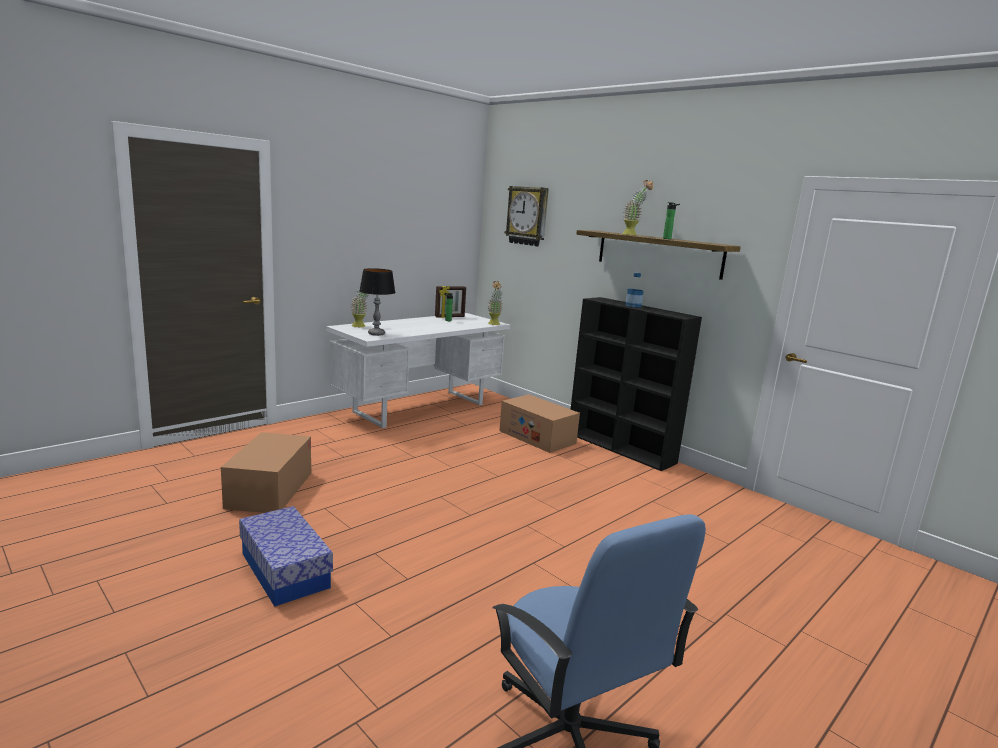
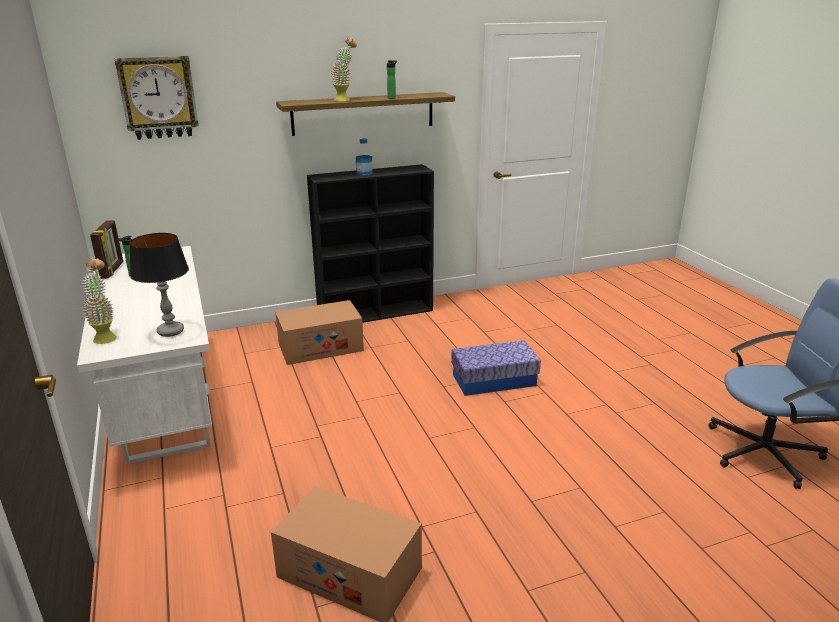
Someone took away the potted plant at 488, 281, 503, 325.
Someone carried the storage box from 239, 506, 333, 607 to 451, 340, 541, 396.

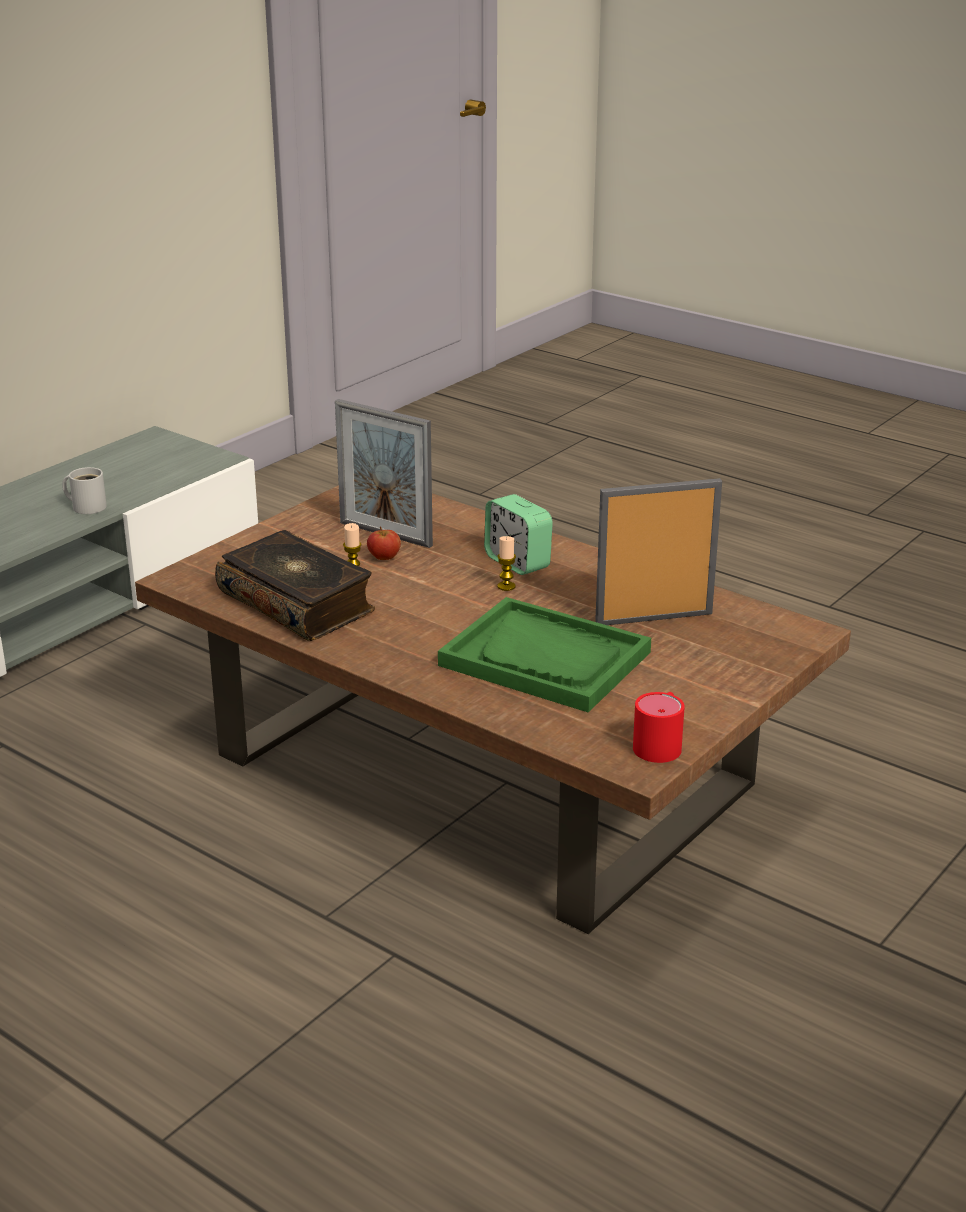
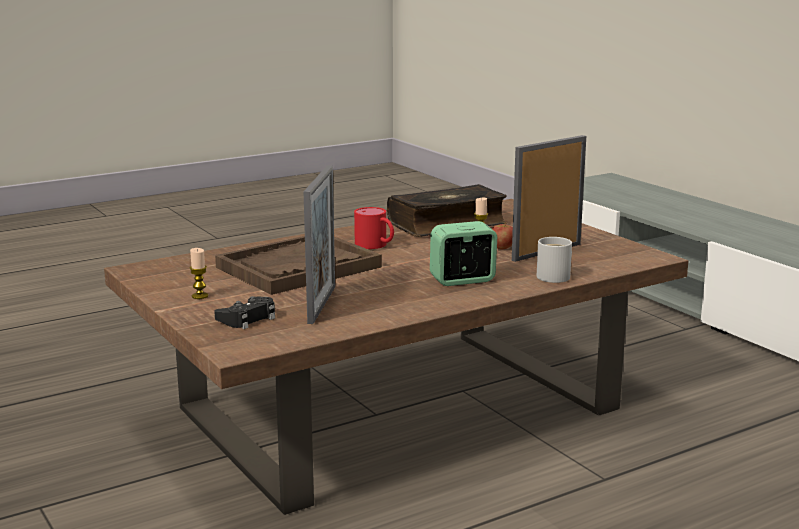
Someone put down the game controller in black at 214, 296, 275, 329.
Someone carried the mug in white from 62, 467, 107, 514 to 537, 237, 572, 283.
Someone carried the candle from 497, 536, 516, 591 to 190, 248, 208, 299.
Someone carried the mug in red from 633, 692, 685, 763 to 354, 207, 394, 249.
Someone repainted the tray in green at 438, 597, 651, 712, which became the tray in brown at 215, 236, 382, 295.

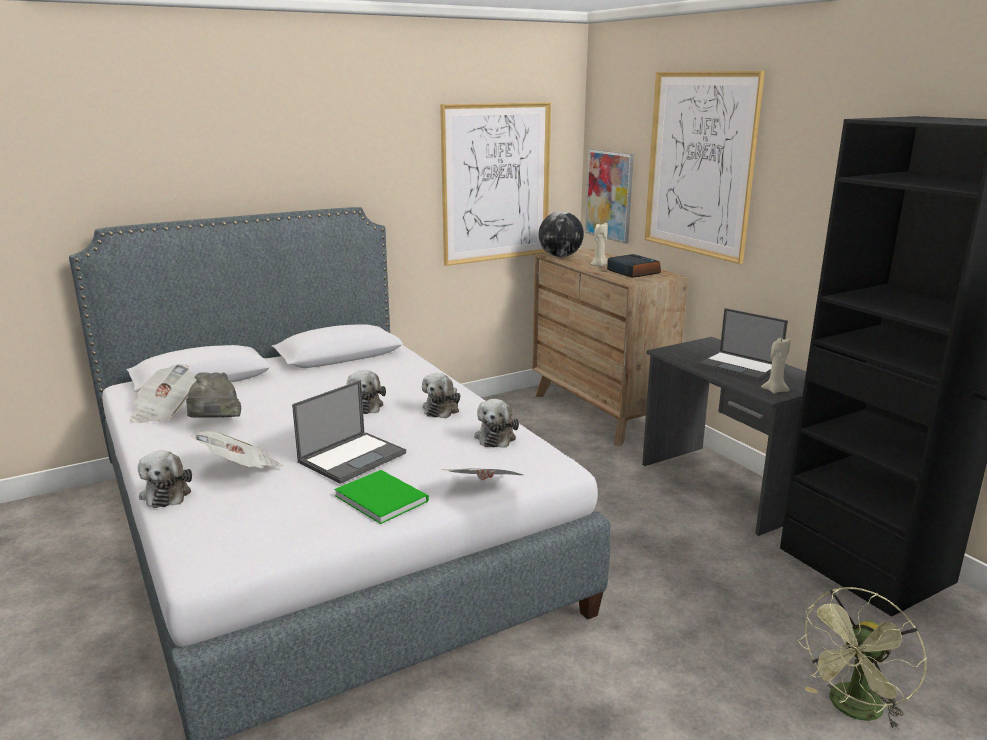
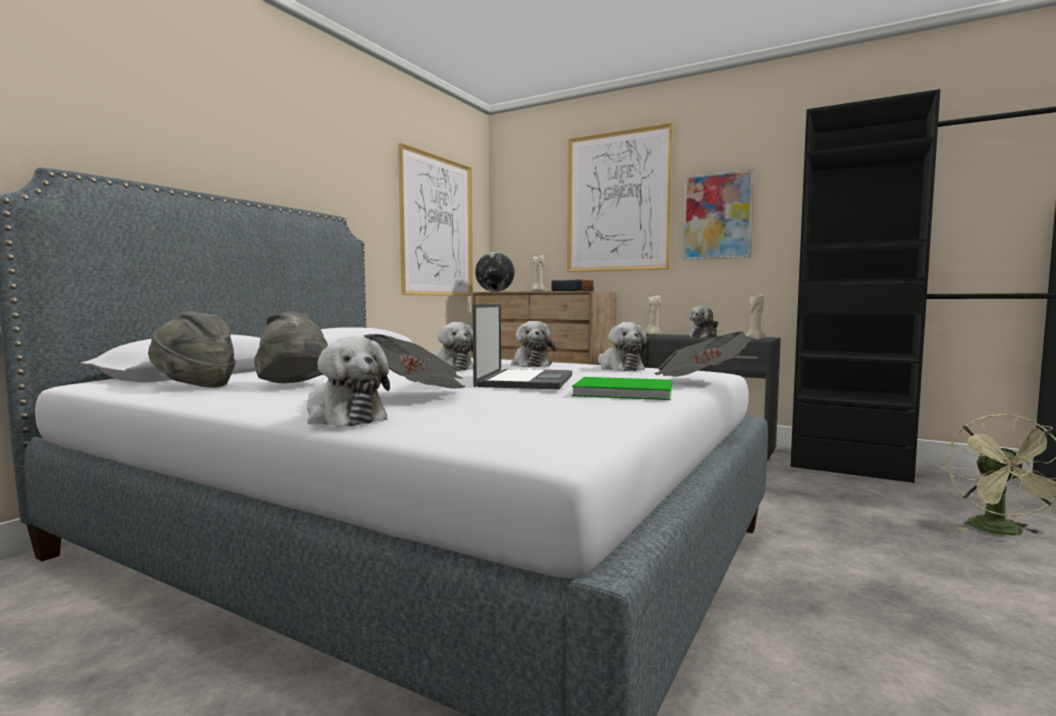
Someone put down the candle in beige at 645, 295, 661, 335.
Someone carried the picture from 585, 149, 634, 244 to 683, 169, 754, 260.
Someone swapped the newspaper at 130, 364, 196, 423 for the hat in grey at 148, 311, 236, 388.
Someone swapped the laptop at 696, 308, 788, 382 for the plush toy at 689, 306, 718, 338.

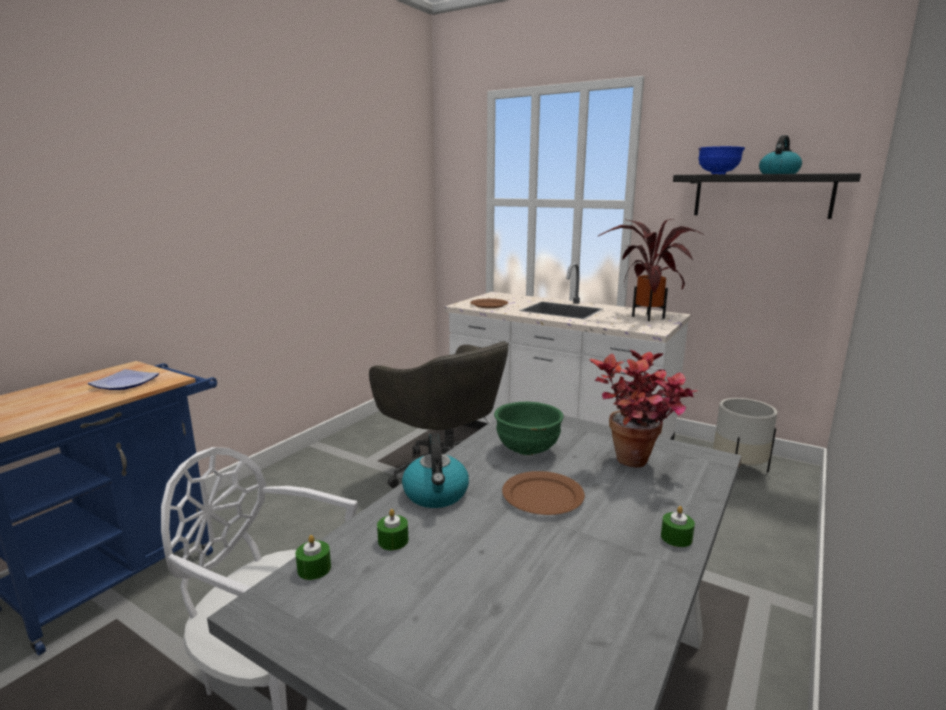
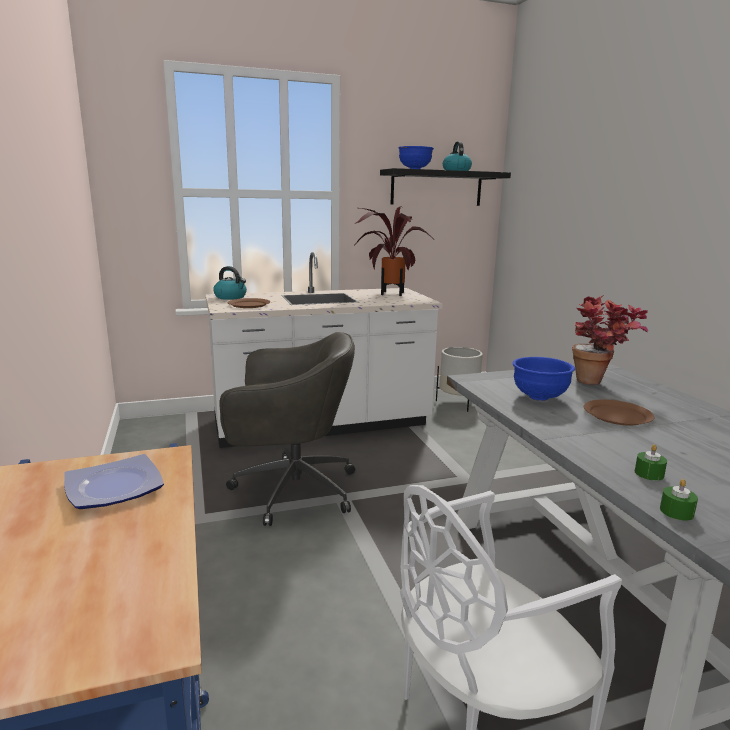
Someone took away the candle in green at 661, 506, 695, 547.
Someone carried the kettle from 402, 433, 469, 508 to 213, 266, 247, 300.
Someone repainted the bowl in green at 494, 402, 563, 455, which became the bowl in blue at 513, 357, 575, 401.

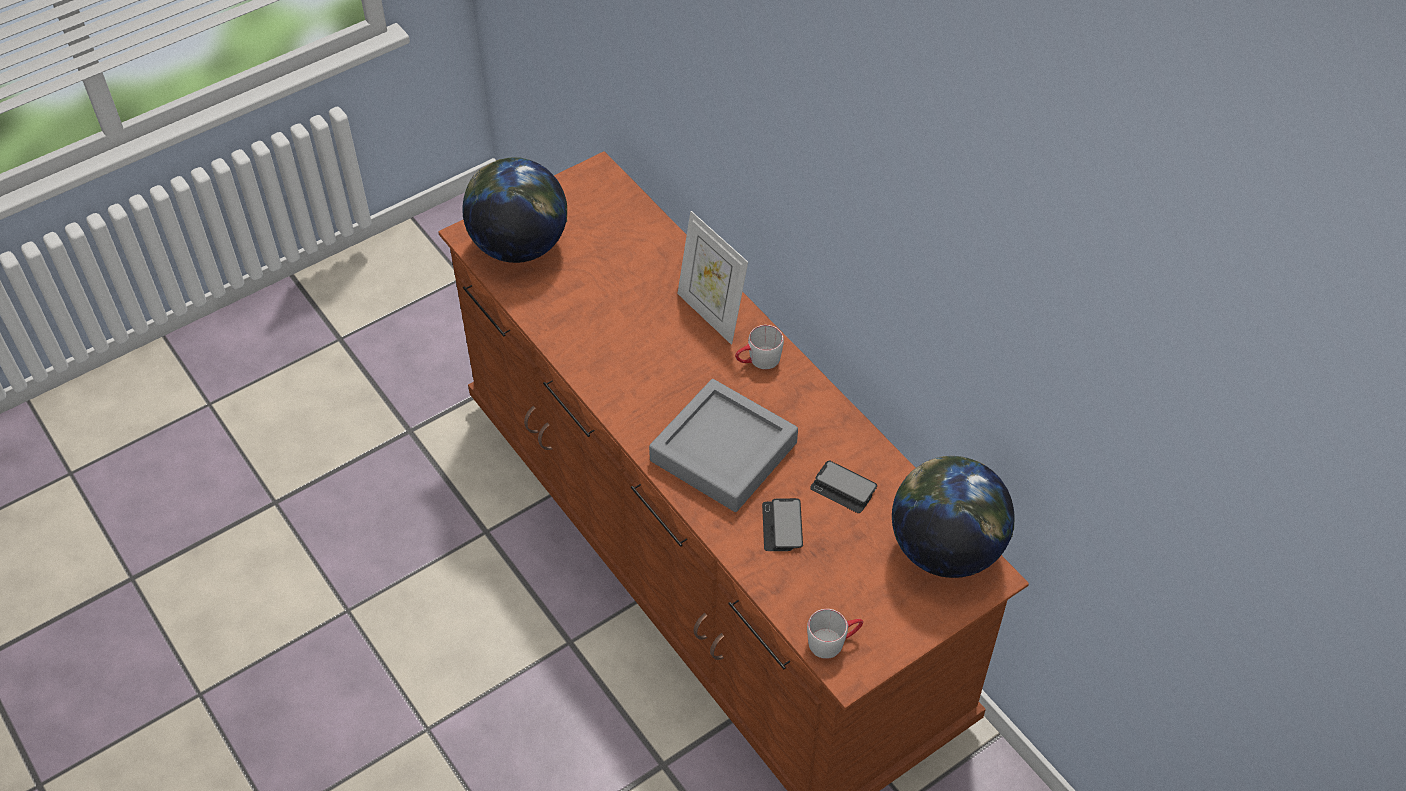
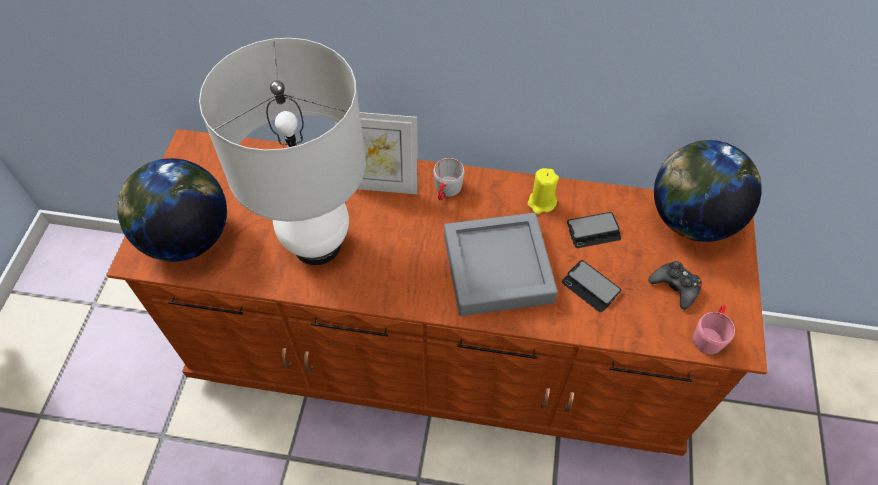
Someone put down the table lamp in white at 199, 38, 366, 265.
Someone put down the candle in yellow at 527, 168, 559, 214.
Someone put down the game controller in black at 648, 261, 702, 310.
Someone repainted the mug in grey at 807, 609, 863, 659, which became the mug in pink at 693, 305, 735, 354.

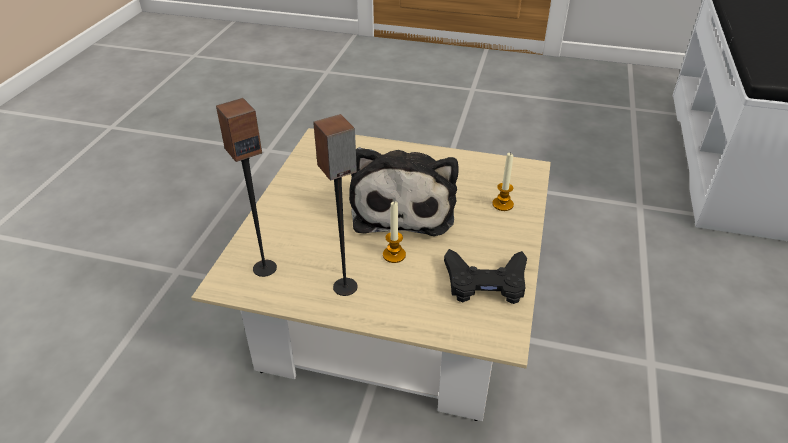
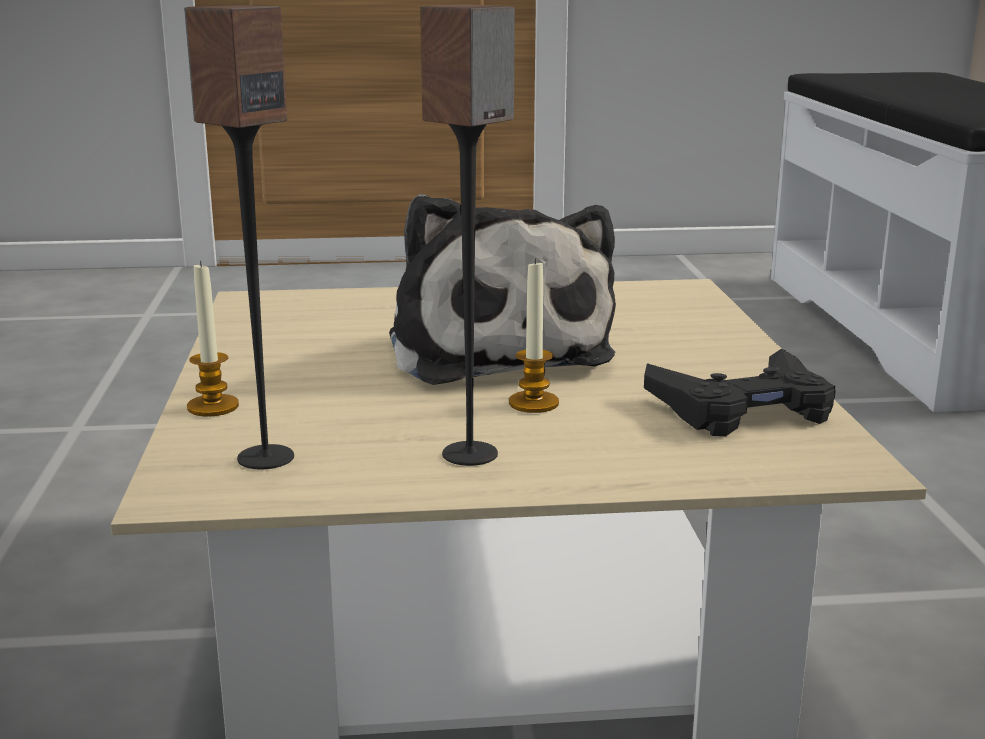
Someone carried the candle from 492, 152, 514, 211 to 187, 261, 239, 416.

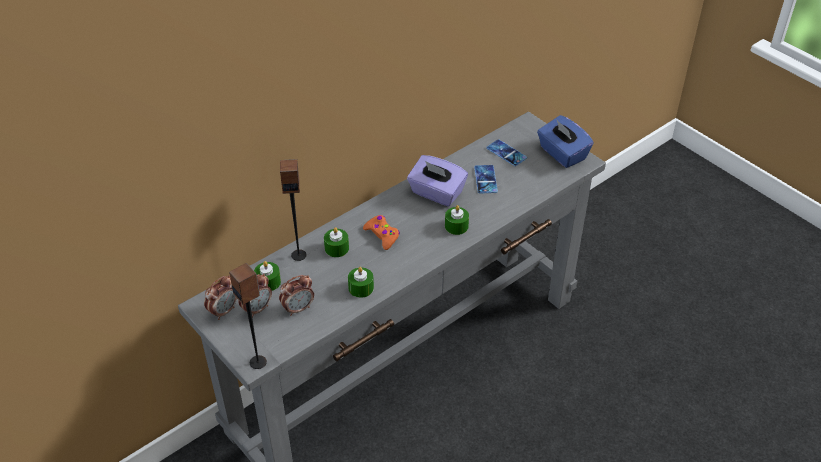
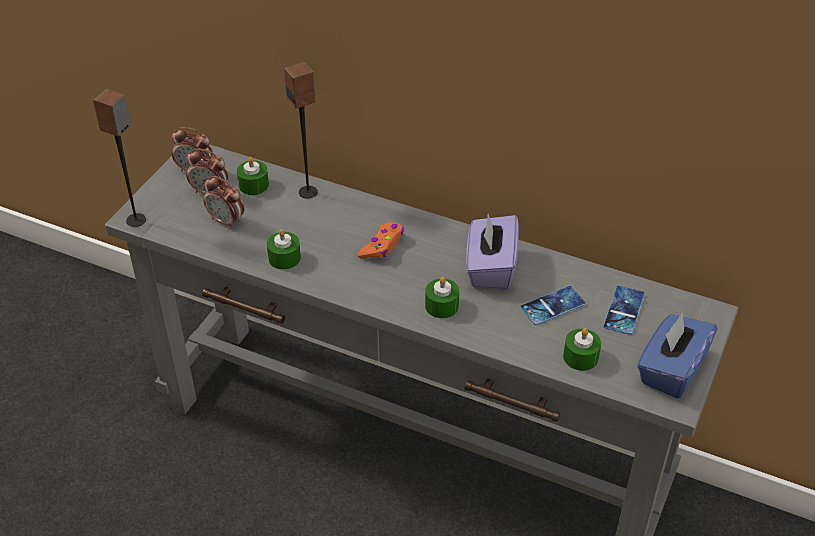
Someone carried the candle in green from 324, 227, 349, 257 to 563, 328, 601, 371.

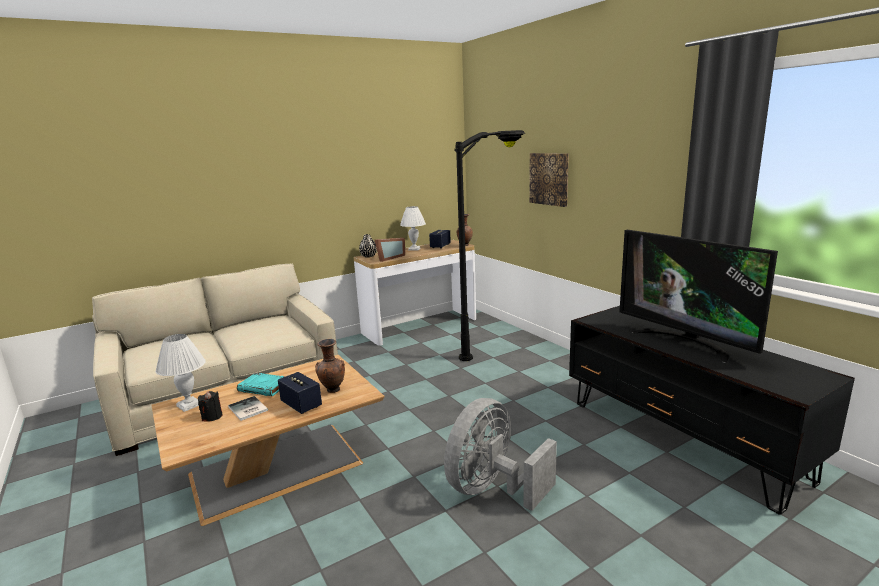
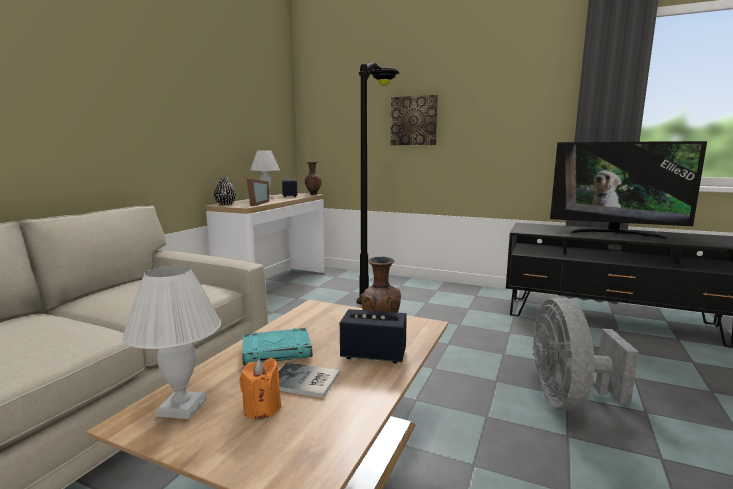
Someone repainted the candle in black at 198, 391, 223, 422, which became the candle in orange at 239, 358, 281, 420.

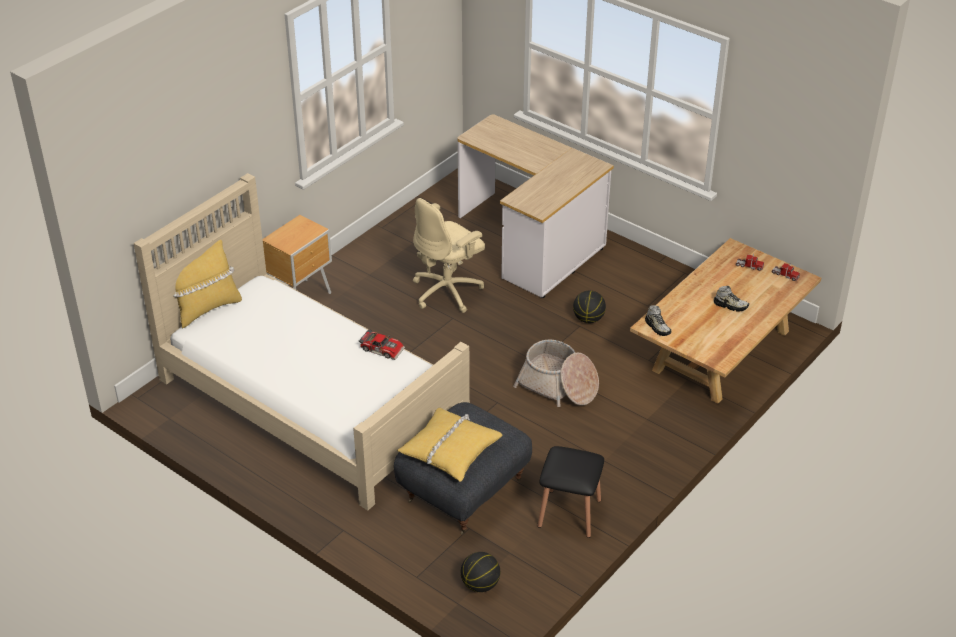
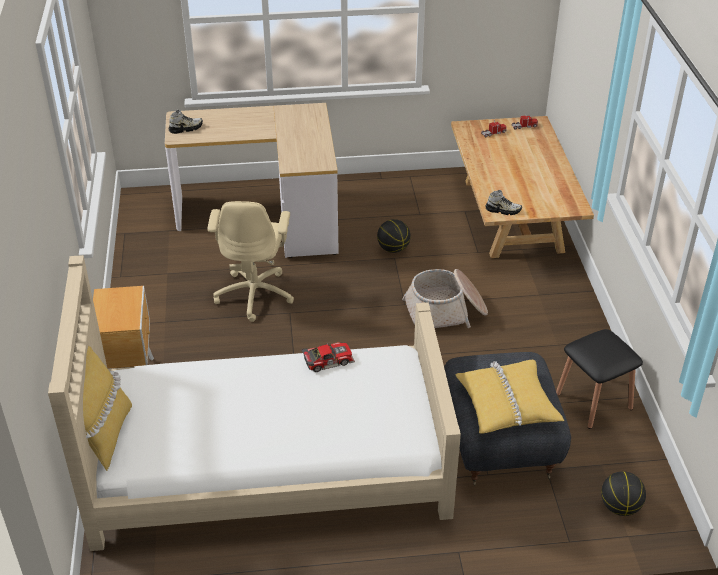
Someone carried the shoe from 714, 286, 749, 312 to 169, 110, 203, 134.

